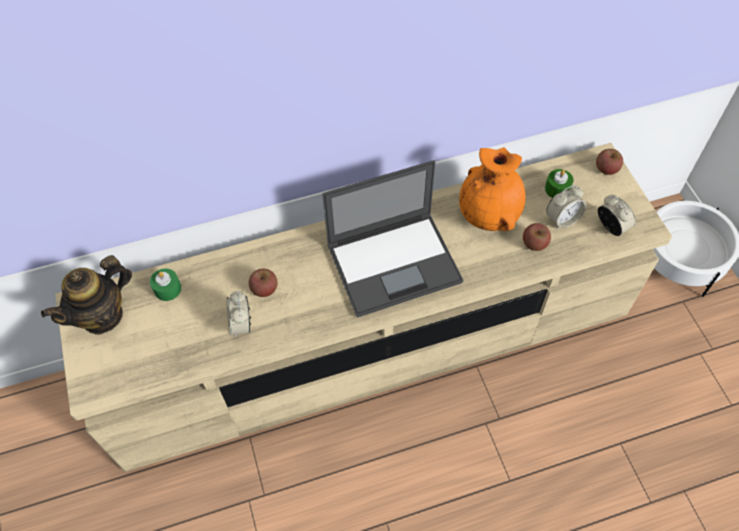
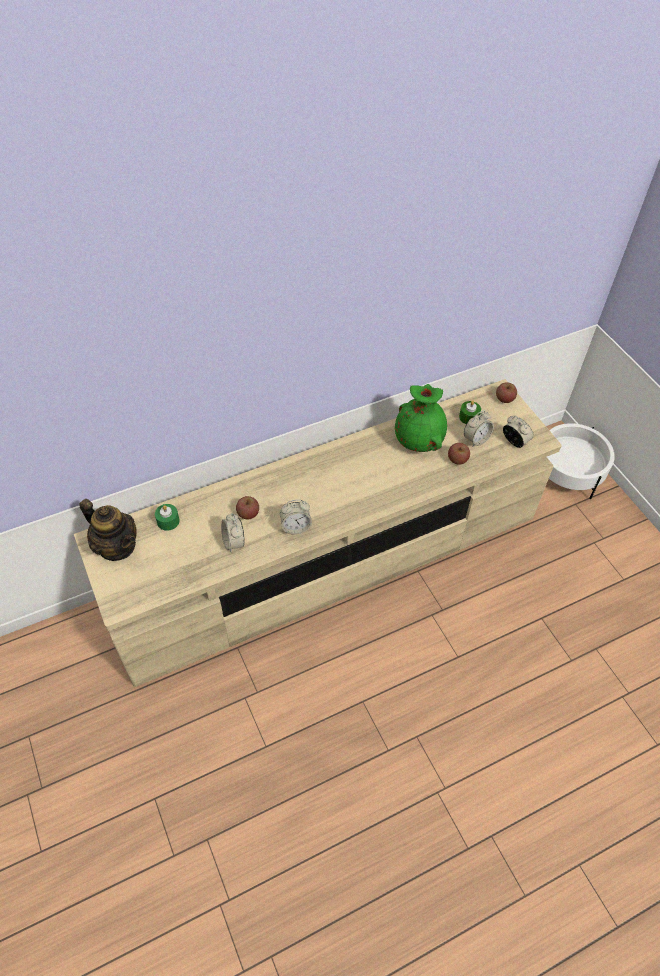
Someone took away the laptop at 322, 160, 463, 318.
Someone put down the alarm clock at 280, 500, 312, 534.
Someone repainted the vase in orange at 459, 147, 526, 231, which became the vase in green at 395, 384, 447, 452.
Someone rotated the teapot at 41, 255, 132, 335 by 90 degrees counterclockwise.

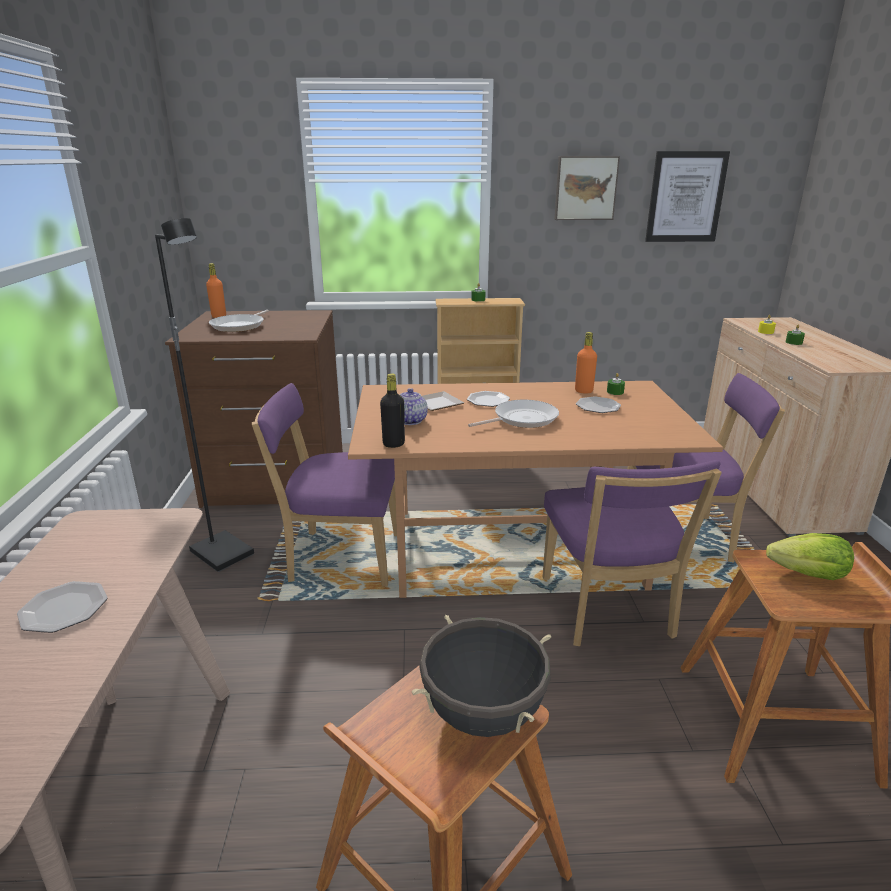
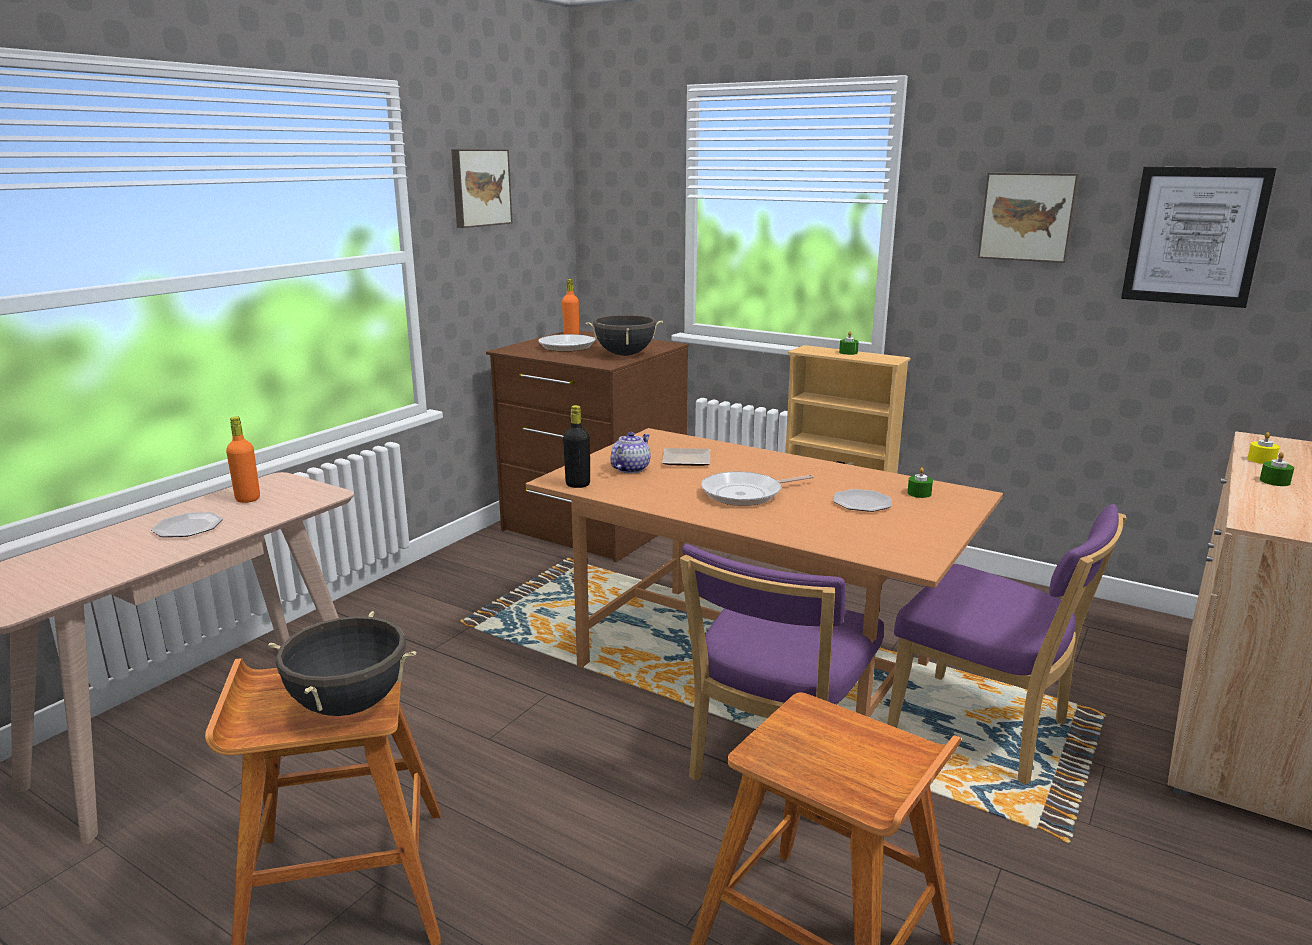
Someone took away the floor lamp in black at 155, 218, 254, 572.
Someone took away the chair in purple at 252, 383, 397, 587.
Someone took away the plate at 467, 391, 510, 407.
Someone took away the lettuce at 766, 533, 854, 580.
Someone put up the picture at 451, 149, 513, 228.
Someone put down the cooking pot in black at 586, 315, 663, 356.
Someone carried the bottle in orange from 575, 332, 597, 394 to 226, 416, 260, 503.
Someone rotated the frying pan at 468, 400, 559, 428 by 150 degrees clockwise.

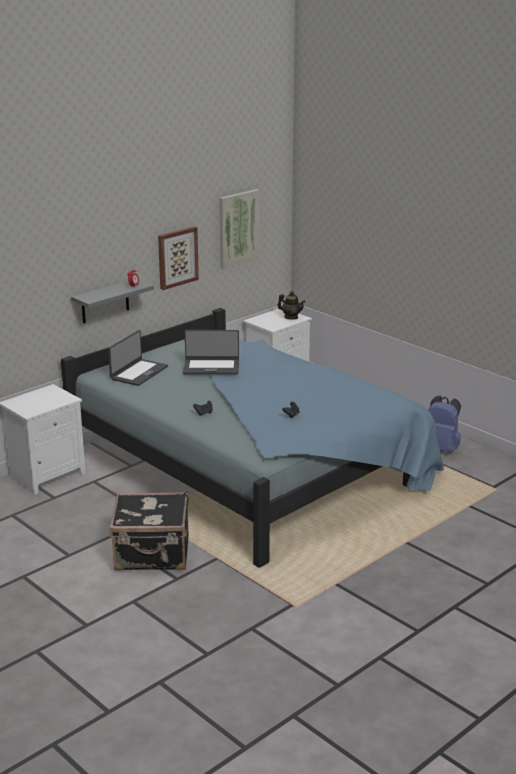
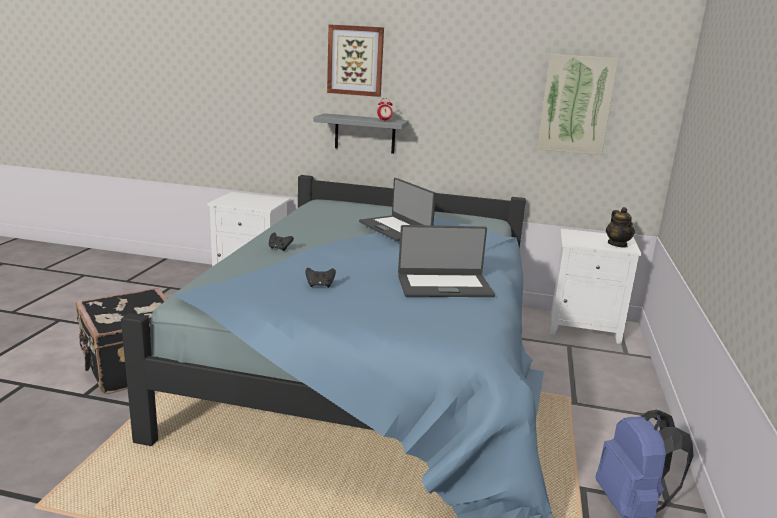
Someone carried the laptop from 108, 330, 168, 386 to 398, 225, 495, 297.
Someone carried the picture from 158, 226, 199, 290 to 327, 24, 384, 97.

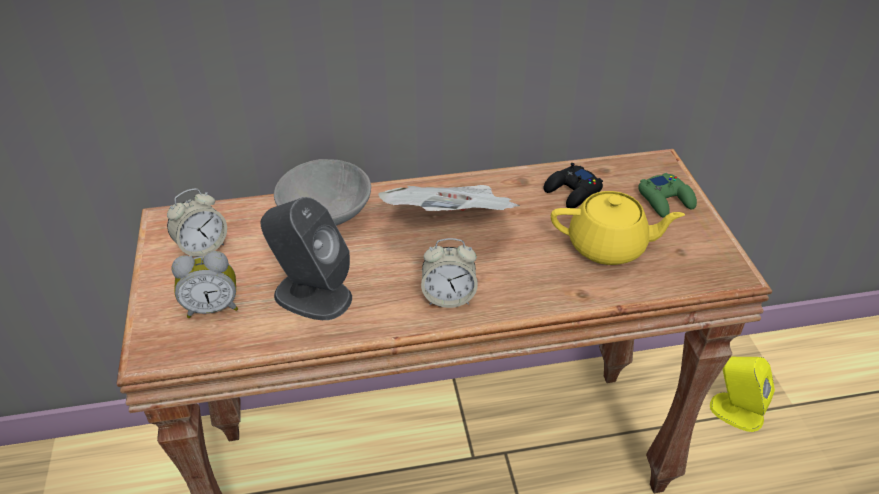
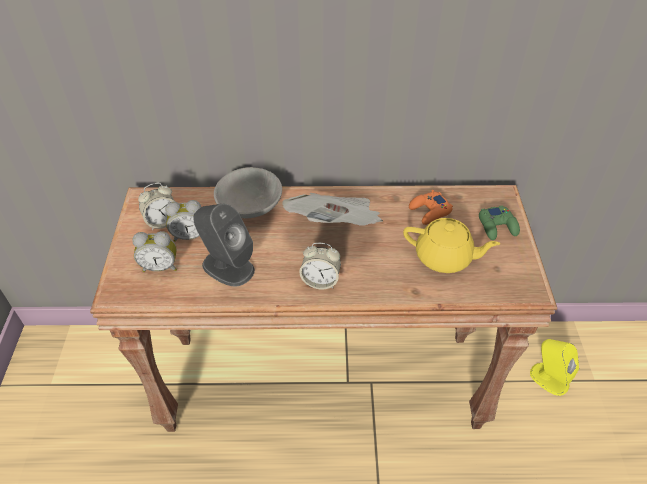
Someone put down the alarm clock at 165, 200, 201, 242.
Someone repainted the game controller in black at 544, 163, 603, 208, which became the game controller in orange at 409, 190, 453, 225.

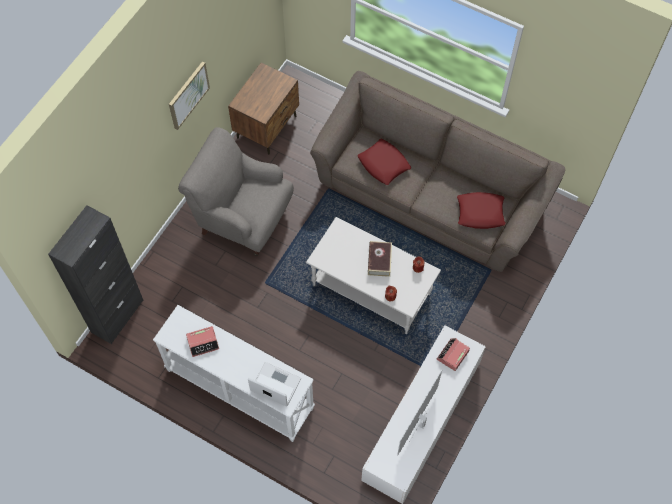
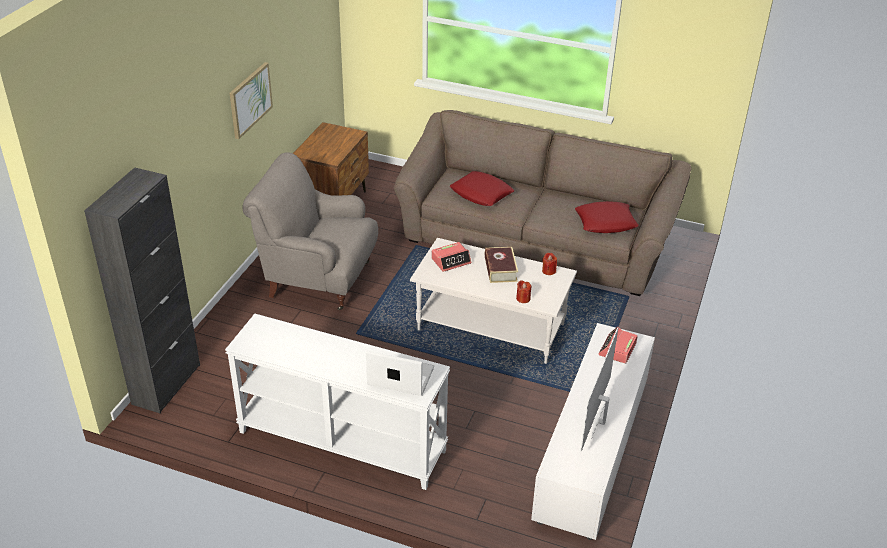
Someone carried the alarm clock from 186, 326, 219, 357 to 432, 242, 471, 272.

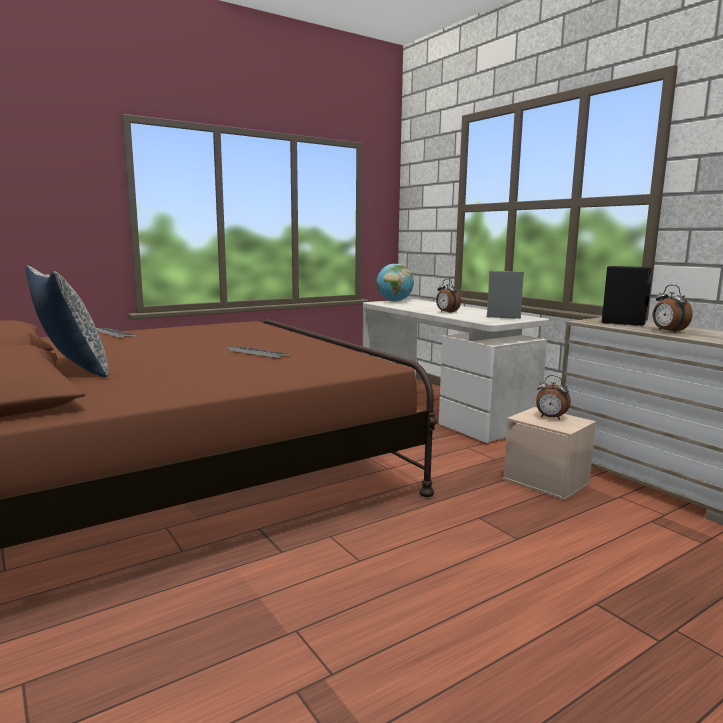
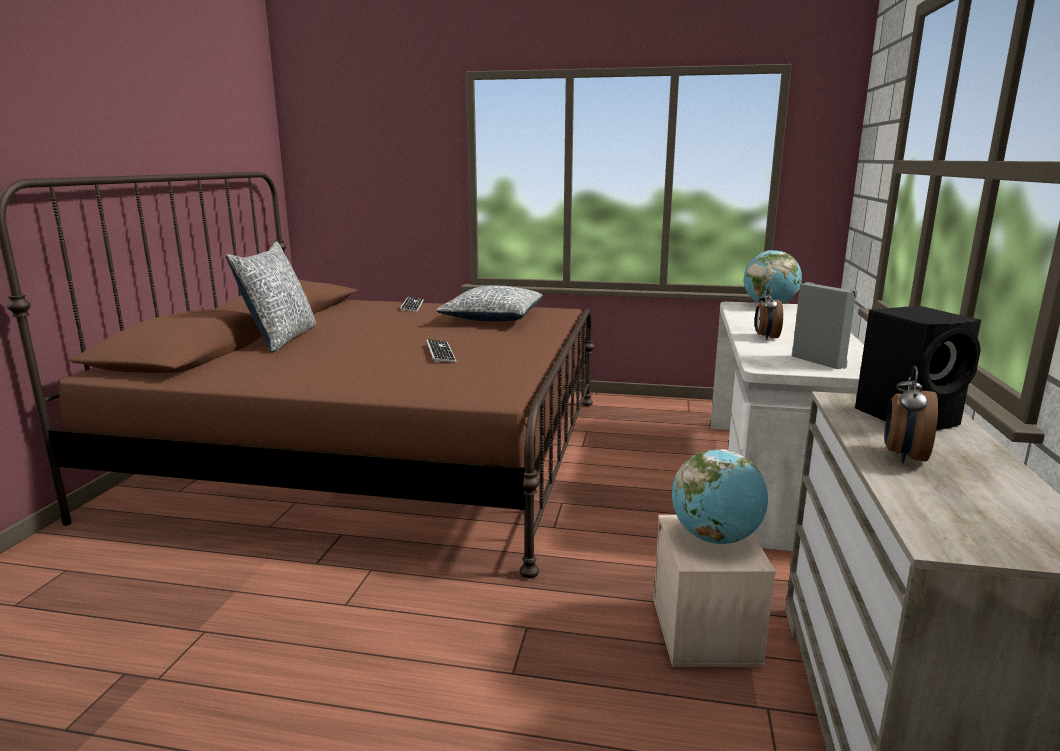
Someone put down the pillow at 436, 285, 543, 321.
Someone swapped the alarm clock at 536, 375, 571, 420 for the globe at 672, 449, 768, 544.

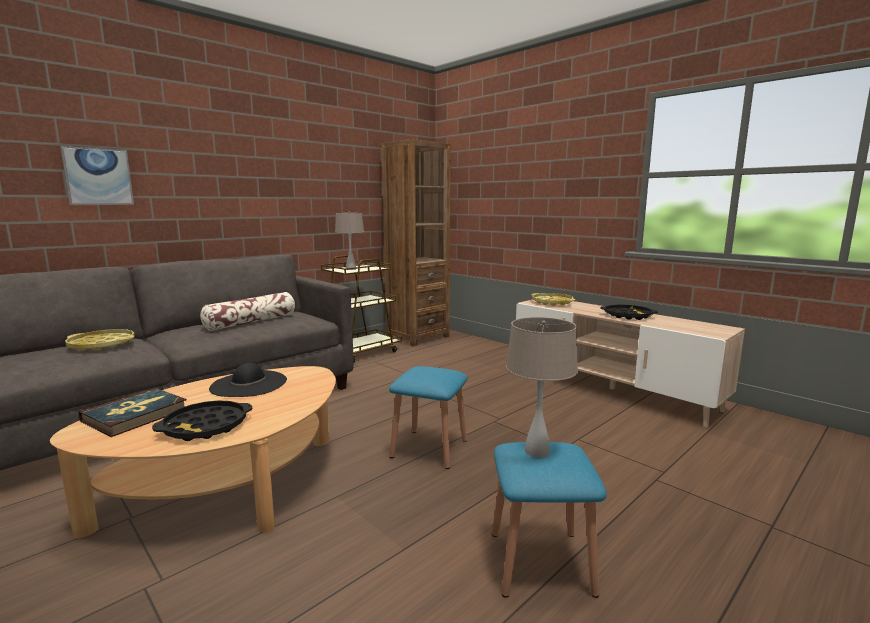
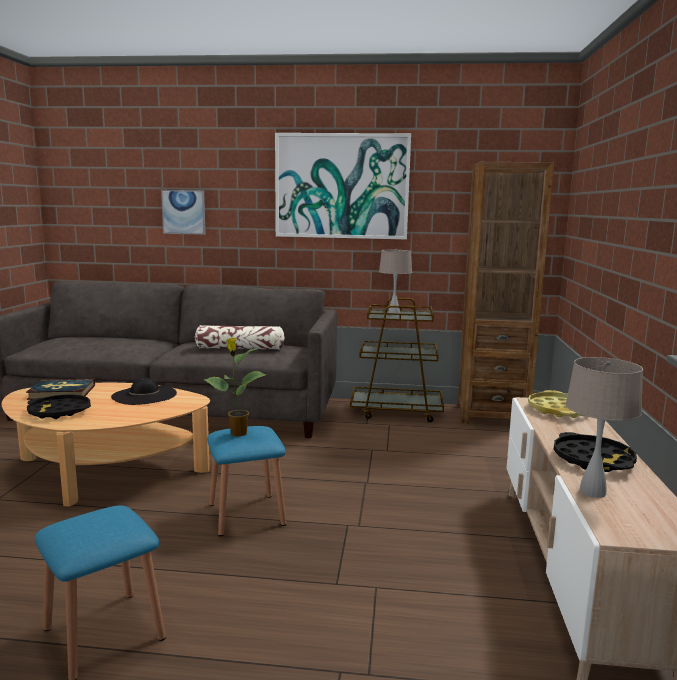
Someone took away the tray in yellow at 65, 329, 135, 351.
Someone put down the potted plant at 204, 337, 266, 436.
Someone put up the picture at 275, 133, 411, 239.
Someone carried the table lamp in beige from 506, 317, 578, 458 to 566, 357, 643, 498.

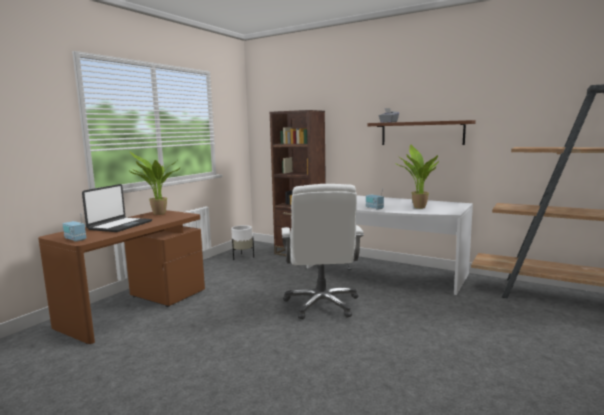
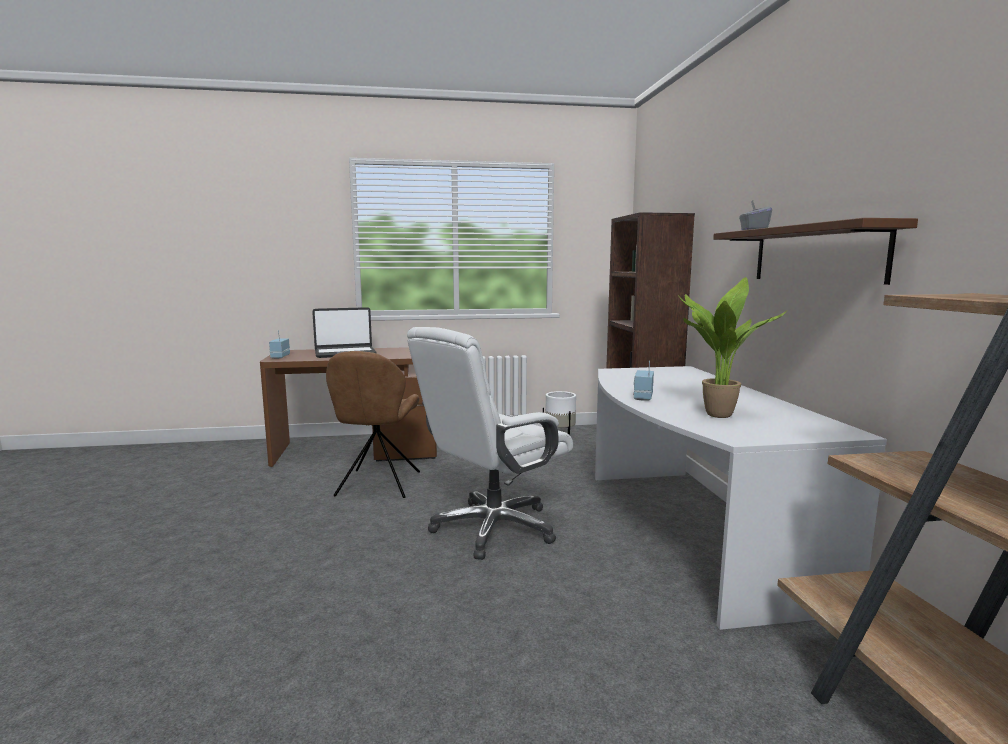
Someone took away the potted plant at 129, 151, 180, 215.
Someone put down the chair in brown at 326, 351, 420, 498.

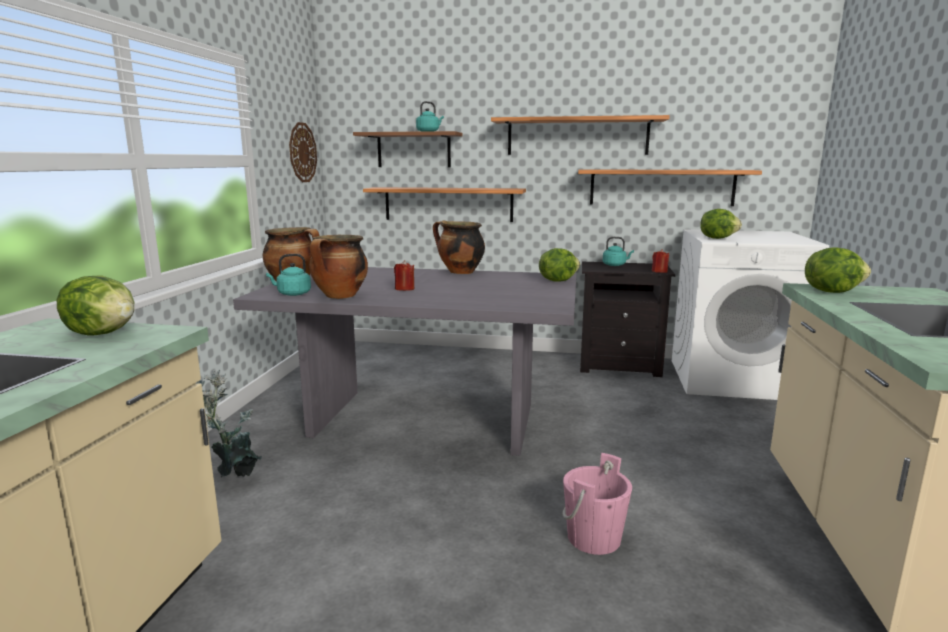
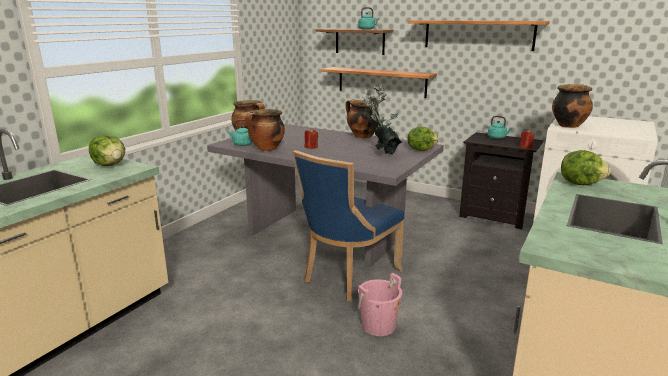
Someone took away the wall clock at 289, 122, 317, 182.
Someone took away the shelf at 578, 169, 762, 206.
Someone put down the chair in blue at 292, 150, 404, 301.
Someone carried the potted plant from 196, 370, 262, 477 to 362, 84, 403, 154.
Someone swapped the lettuce at 700, 209, 742, 239 for the cooking pot at 552, 84, 593, 128.

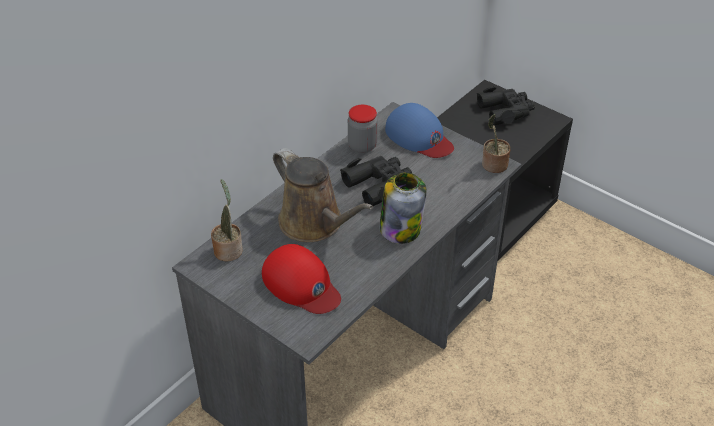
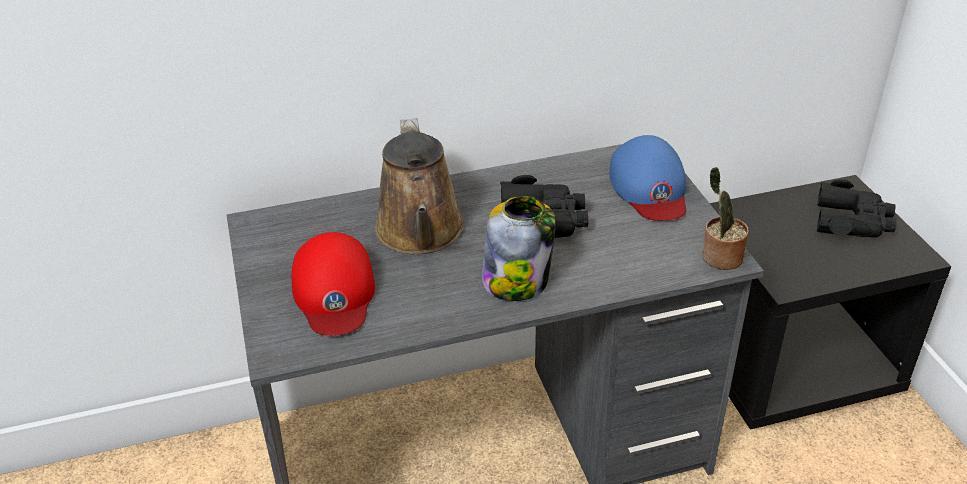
Someone took away the potted plant at 211, 179, 243, 262.
Someone took away the jar at 348, 105, 378, 153.

